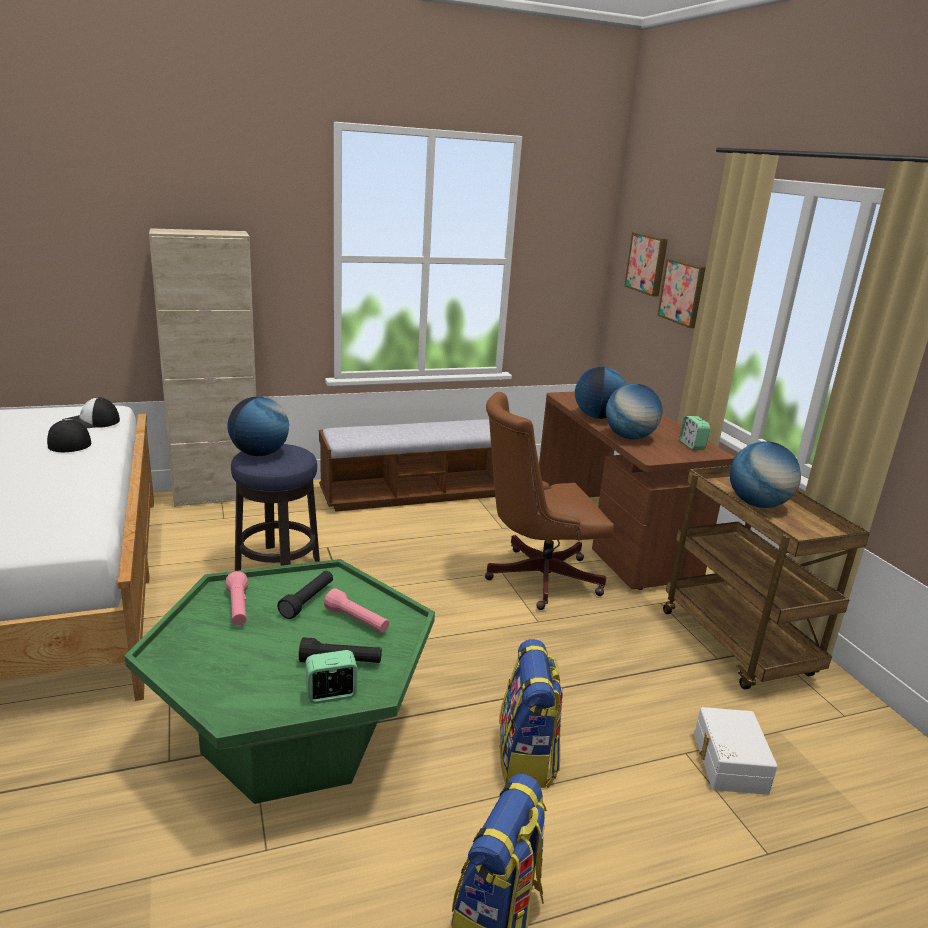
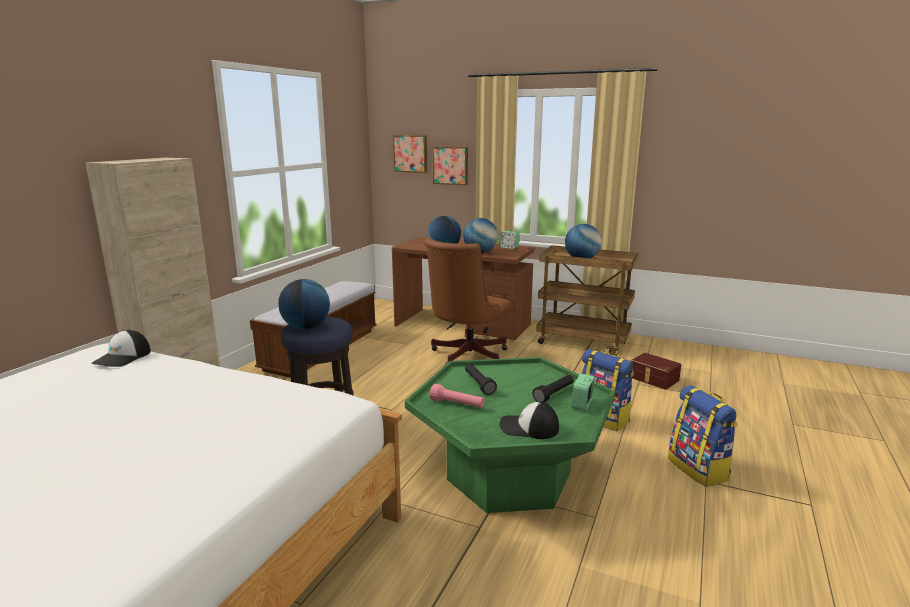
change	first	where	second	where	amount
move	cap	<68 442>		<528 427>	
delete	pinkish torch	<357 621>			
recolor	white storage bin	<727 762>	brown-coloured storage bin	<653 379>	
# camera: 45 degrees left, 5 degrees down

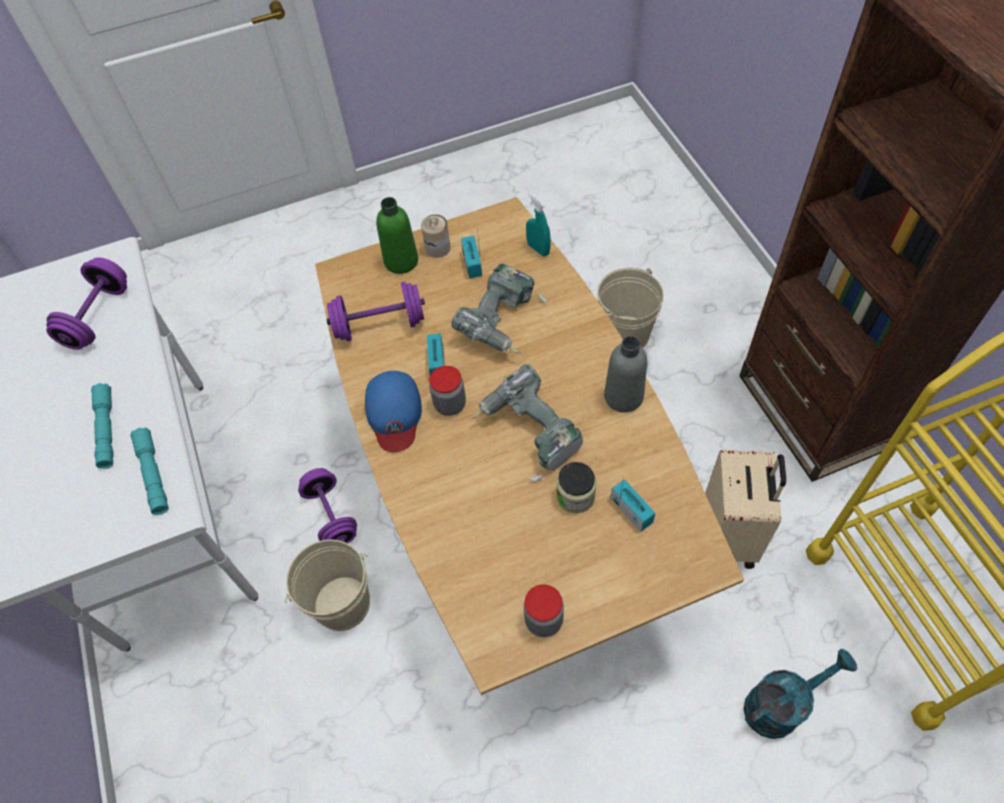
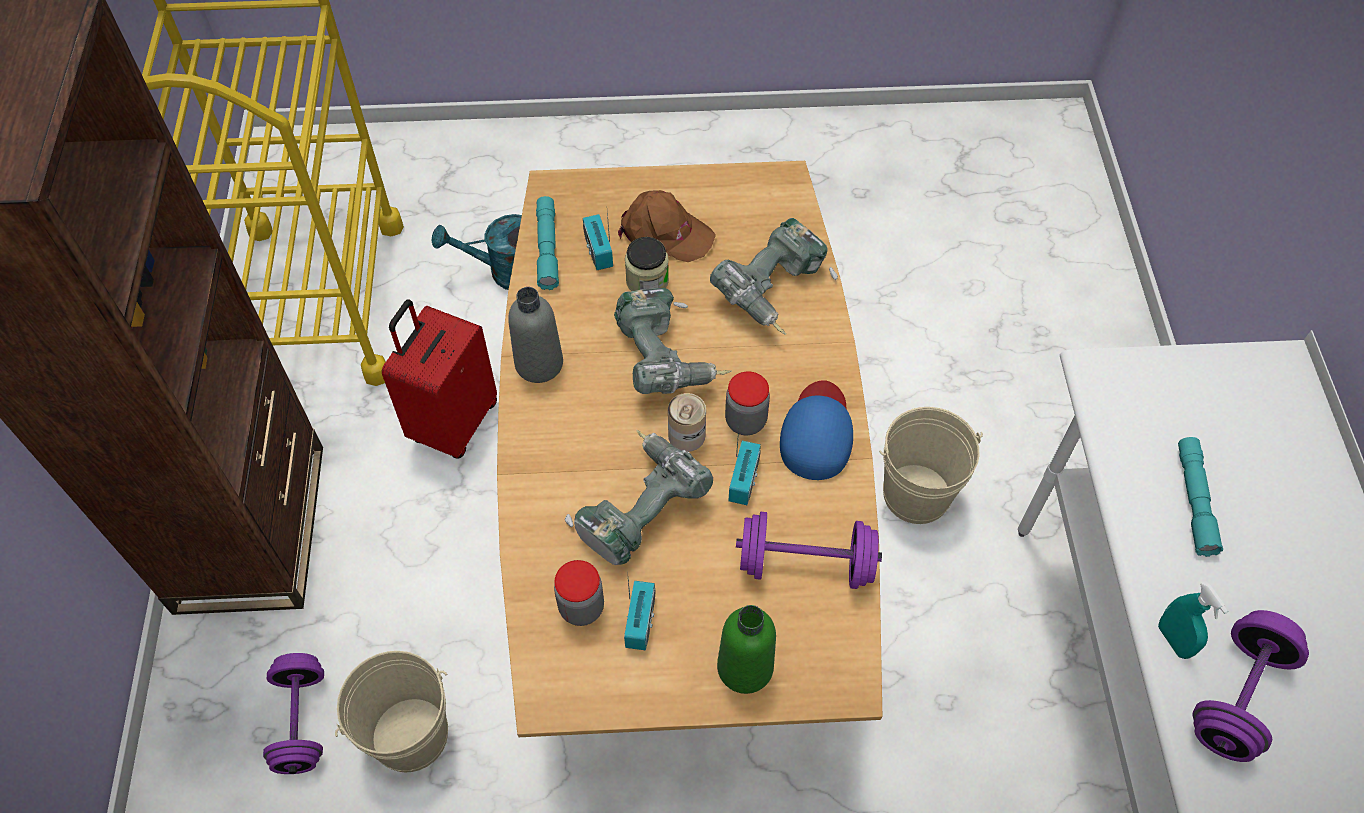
change	first	where	second	where	amount
move	turquoise sprayer	<538 249>		<1173 640>	
move	sealed can	<437 248>		<686 435>	
move	turquoise torch	<153 475>		<547 248>	
recolor	beige-coloured suitcase	<730 536>	reddish suitcase	<453 422>	
move	purple-coloured free weight	<331 515>		<301 721>	
move	preserve jar	<543 620>		<581 607>	
insert			brown-coloured cap	<665 233>	
insert			drill	<776 293>	
# camera: 165 degrees left, 0 degrees up

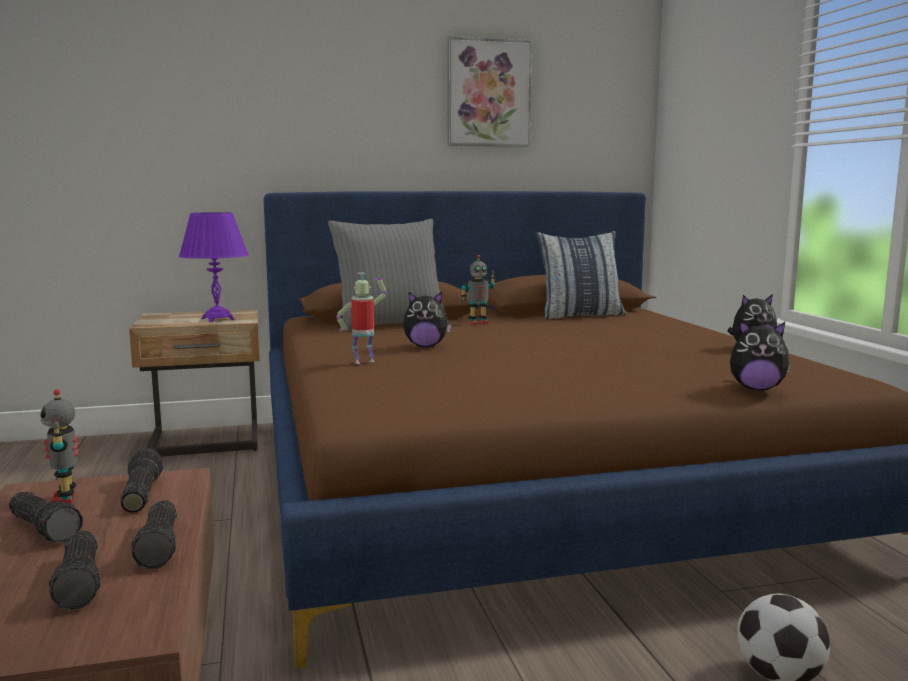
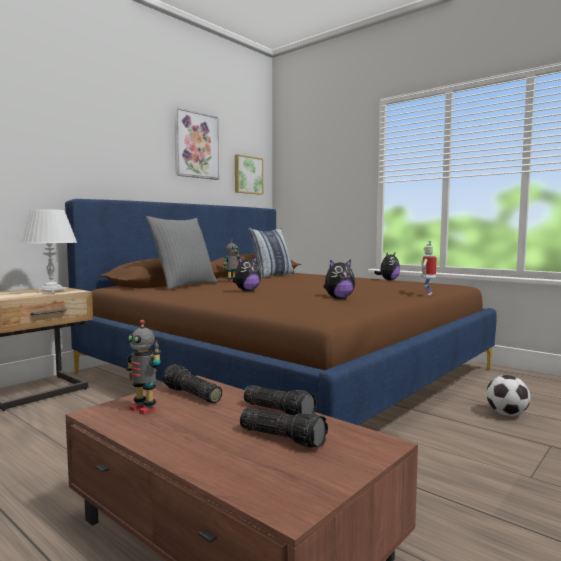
change	first	where	second	where	amount
recolor	purple-coloured lamp for a table	<218 319>	white lamp for a table	<51 292>	
move	toy robot	<364 361>		<427 294>	
move	soft toy	<756 389>		<338 298>	
delete	torch	<46 528>			
insert			wall art	<247 175>	
# camera: 35 degrees left, 5 degrees down

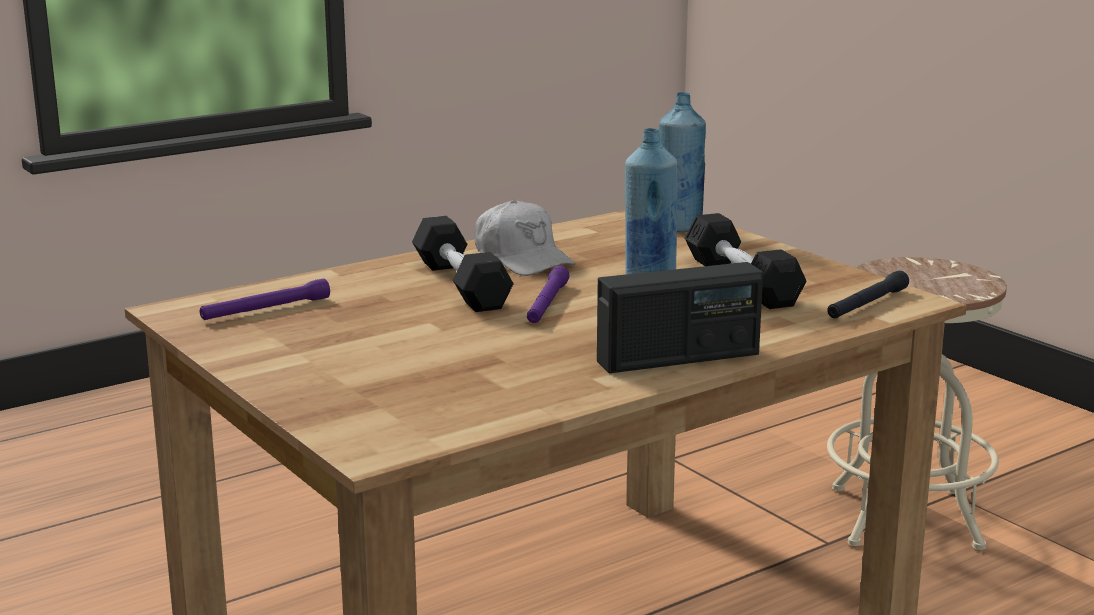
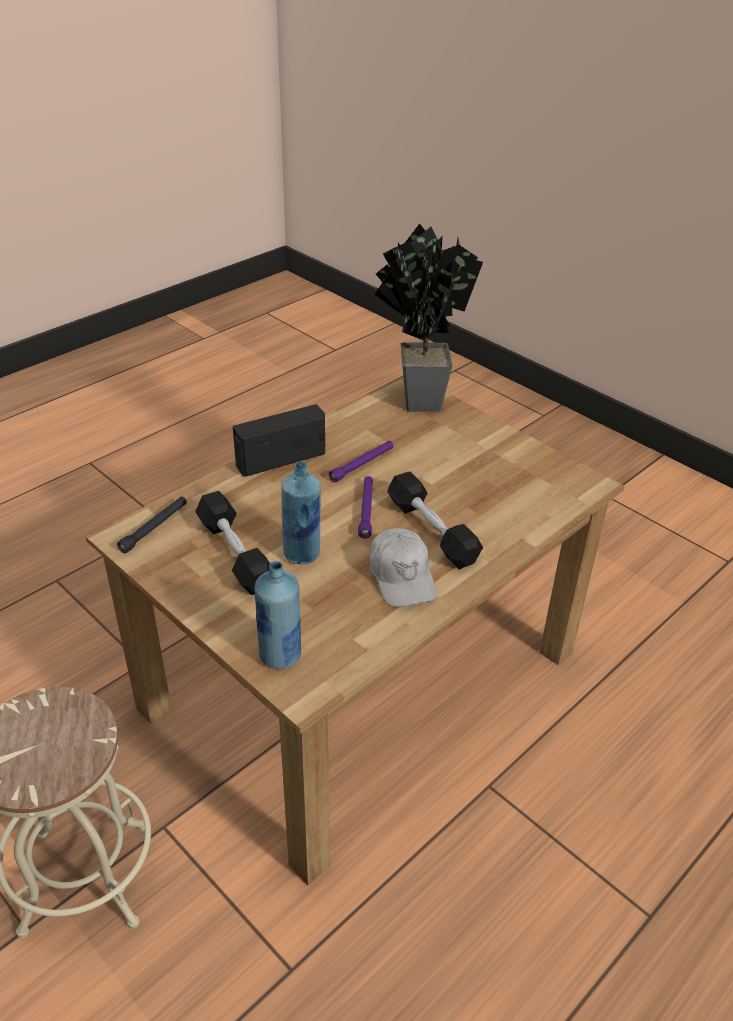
change	first	where	second	where	amount
rotate	white cap	<522 259>		<402 576>	150 degrees counterclockwise
move	purple-coloured torch	<265 310>		<362 465>	
insert			potted plant	<415 400>	
# camera: 170 degrees right, 20 degrees up

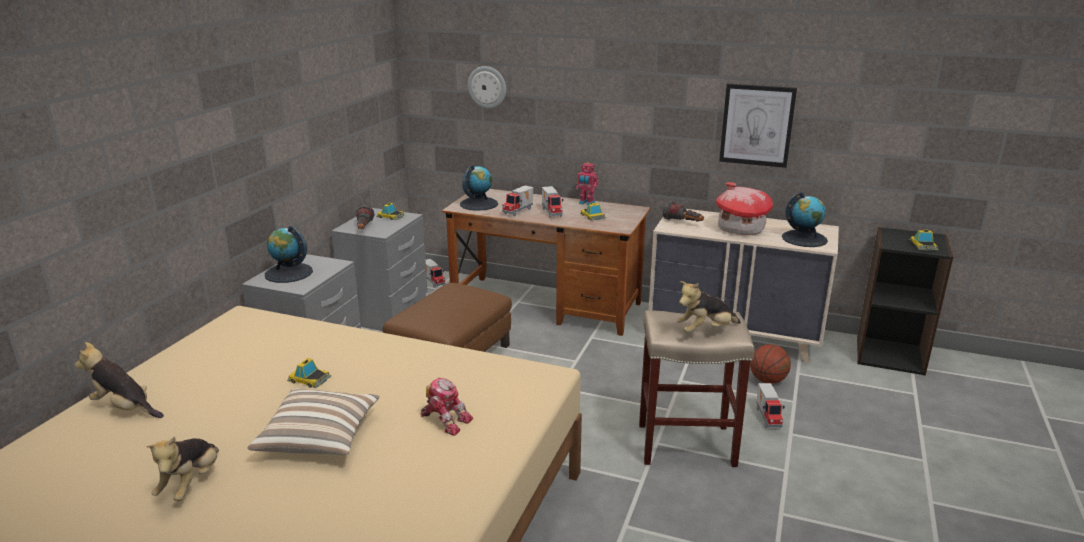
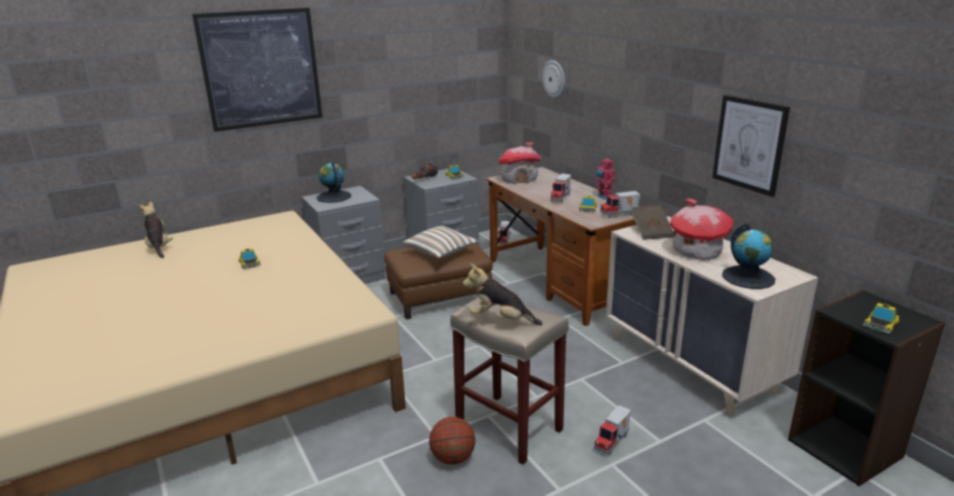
change	first	where	second	where	amount
replace	desk globe	<479 204>	model house	<519 179>	
move	toy lorry	<519 211>		<619 215>	
replace	torch	<683 223>	brown-coloured bound book	<651 232>	
move	basketball ball	<767 380>		<452 458>	
delete	toy robot	<445 420>			
move	throw pillow	<319 438>		<441 252>	
delete	soft toy	<191 484>			
insert			wall art	<261 69>	
# camera: 40 degrees right, 0 degrees up

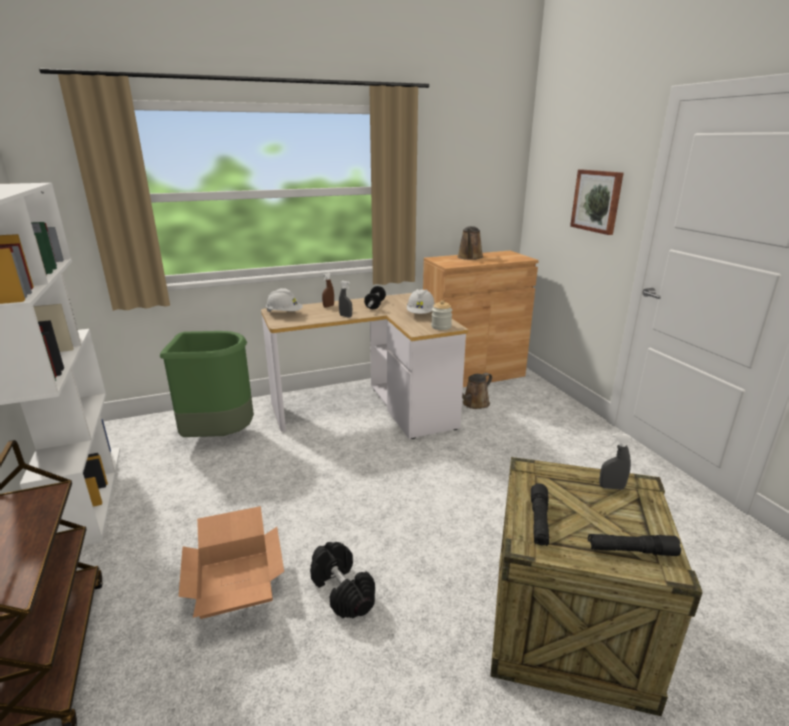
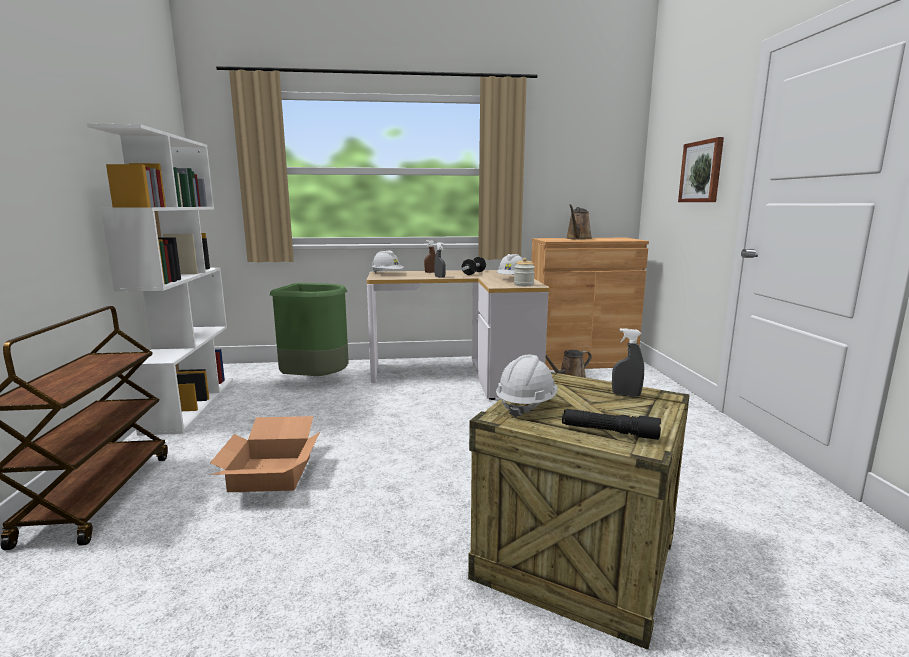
change	first	where	second	where	amount
replace	black torch	<539 521>	white safety helmet	<526 405>	
delete	black free weight	<342 591>			
# camera: 15 degrees right, 10 degrees down

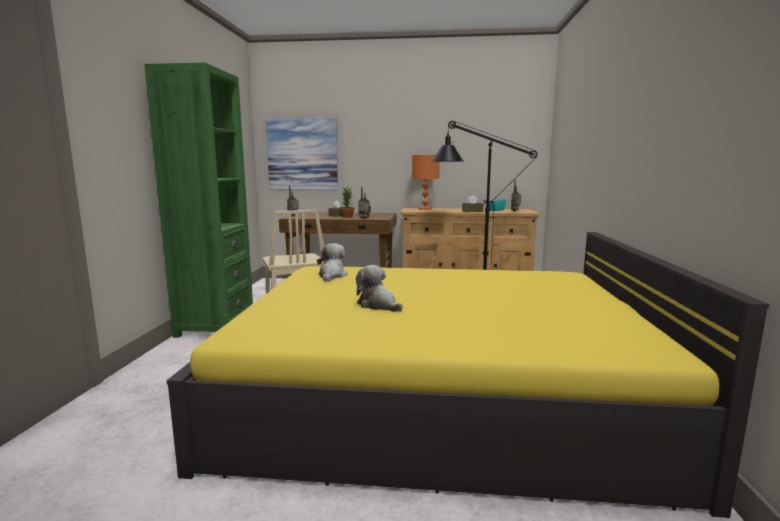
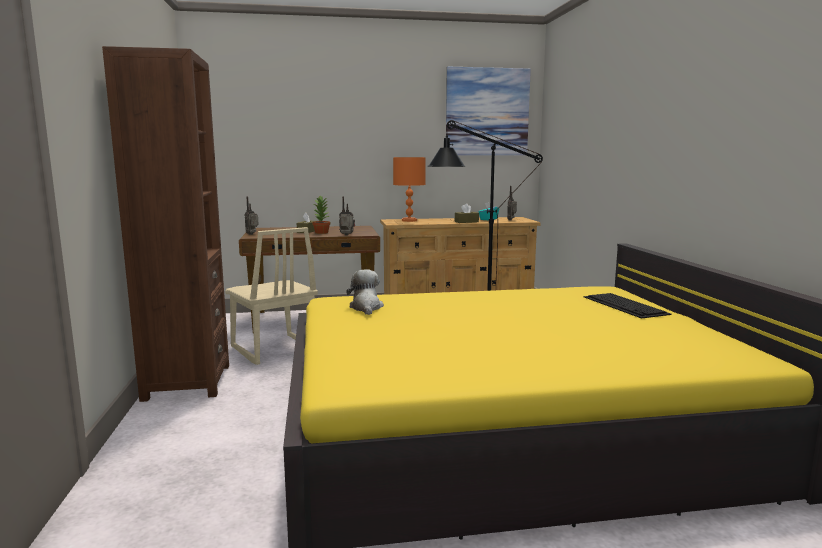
change	first	where	second	where	amount
recolor	green-coloured shelving unit	<215 326>	brown-coloured shelving unit	<187 382>	
move	wall art	<302 154>		<487 112>	
delete	soft toy	<378 305>			
insert			PC keyboard	<625 305>	
# camera: 15 degrees left, 0 degrees up

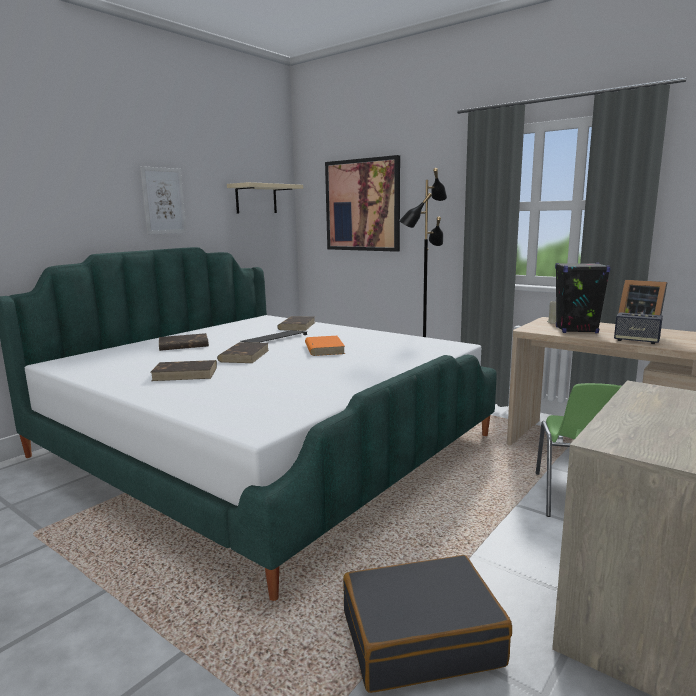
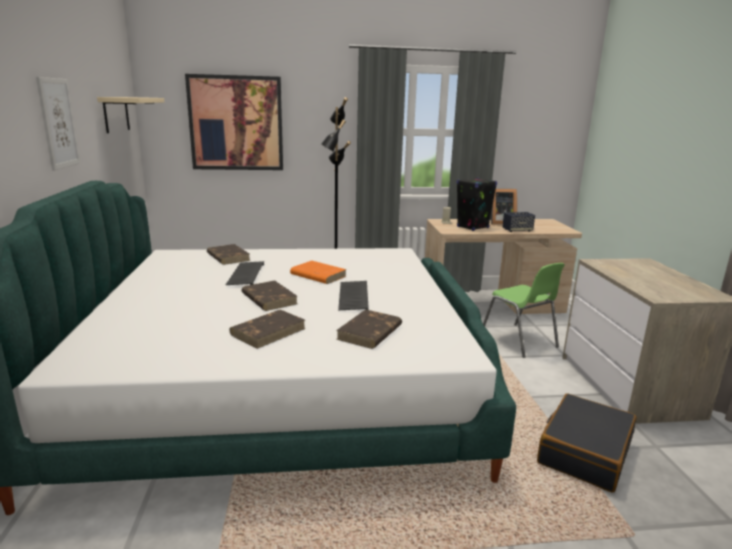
change	first	where	second	where	amount
move	brown-coloured bound book	<183 345>		<369 332>	
insert			PC keyboard	<352 297>	
# camera: 45 degrees left, 5 degrees up

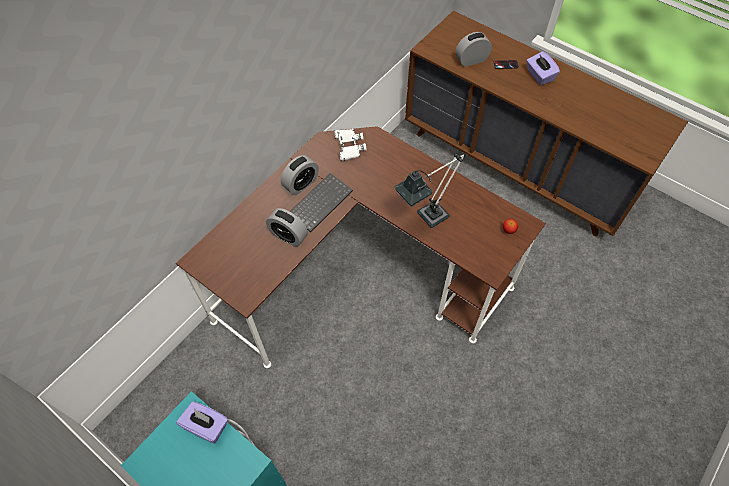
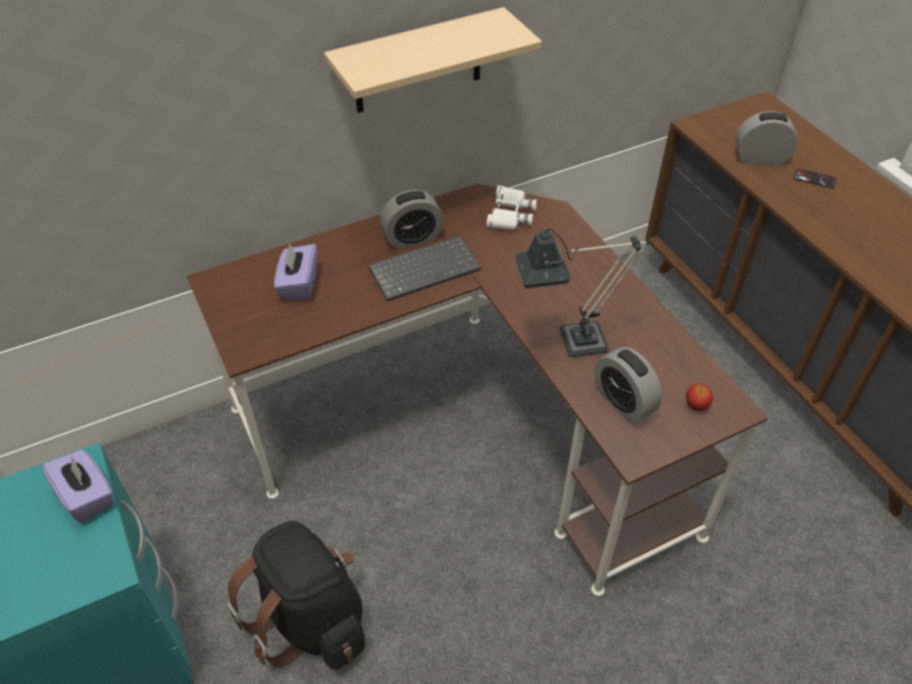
change	first	where	second	where	amount
move	purple-coloured box of tissues	<539 76>		<298 284>	
move	table clock	<288 236>		<623 401>	
insert			beige-coloured wall shelf	<418 62>	
insert			black rucksack	<311 618>	
# camera: 25 degrees right, 10 degrees down

